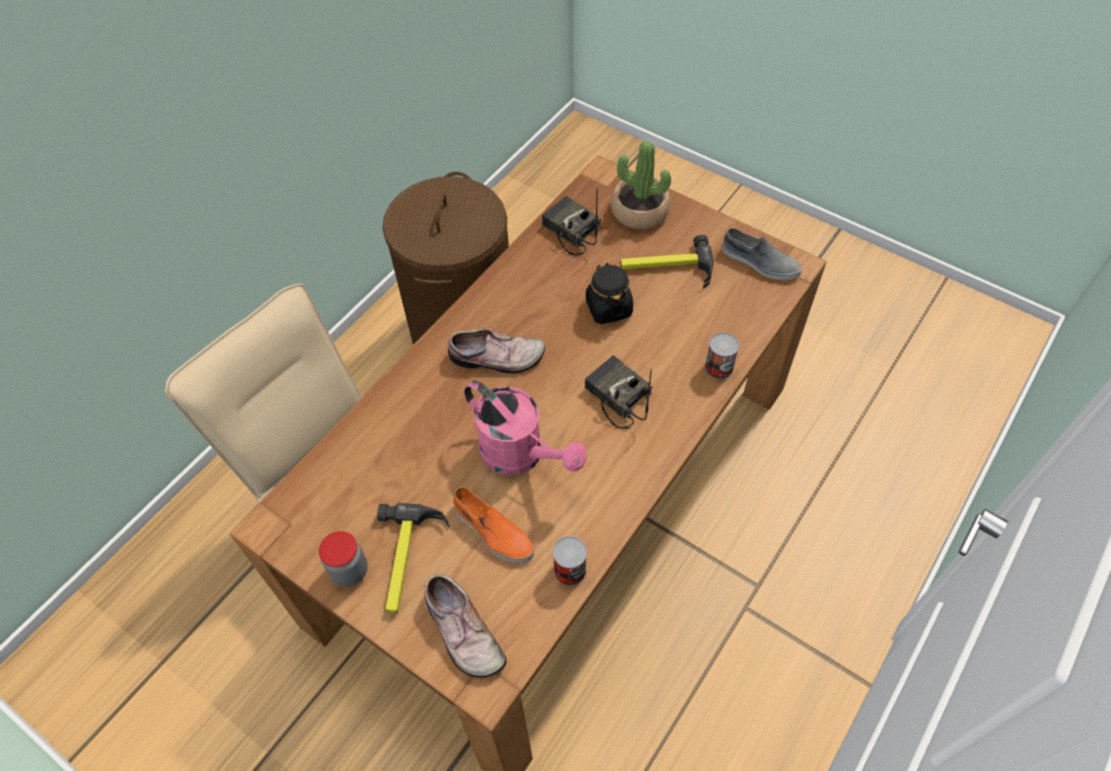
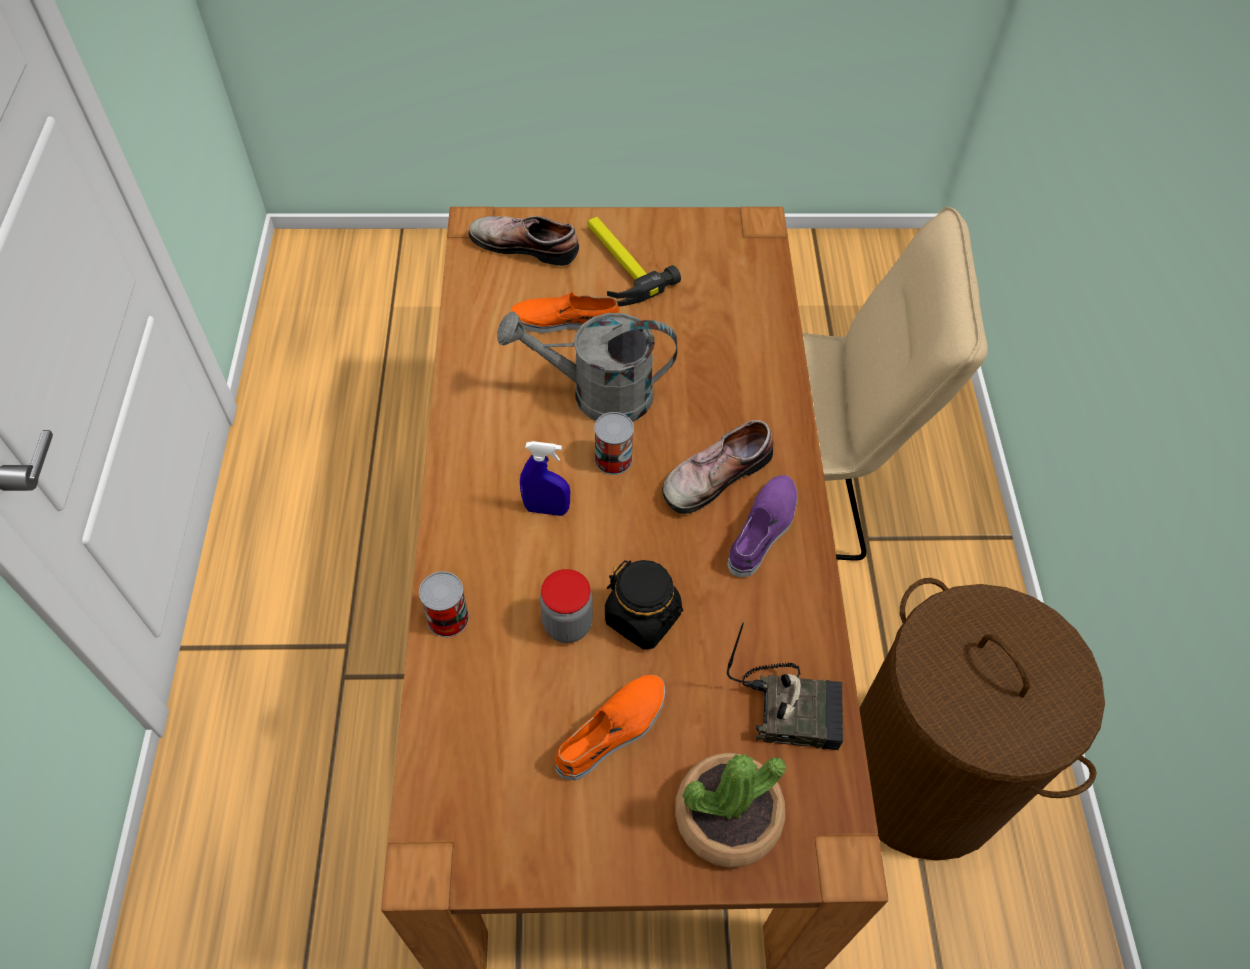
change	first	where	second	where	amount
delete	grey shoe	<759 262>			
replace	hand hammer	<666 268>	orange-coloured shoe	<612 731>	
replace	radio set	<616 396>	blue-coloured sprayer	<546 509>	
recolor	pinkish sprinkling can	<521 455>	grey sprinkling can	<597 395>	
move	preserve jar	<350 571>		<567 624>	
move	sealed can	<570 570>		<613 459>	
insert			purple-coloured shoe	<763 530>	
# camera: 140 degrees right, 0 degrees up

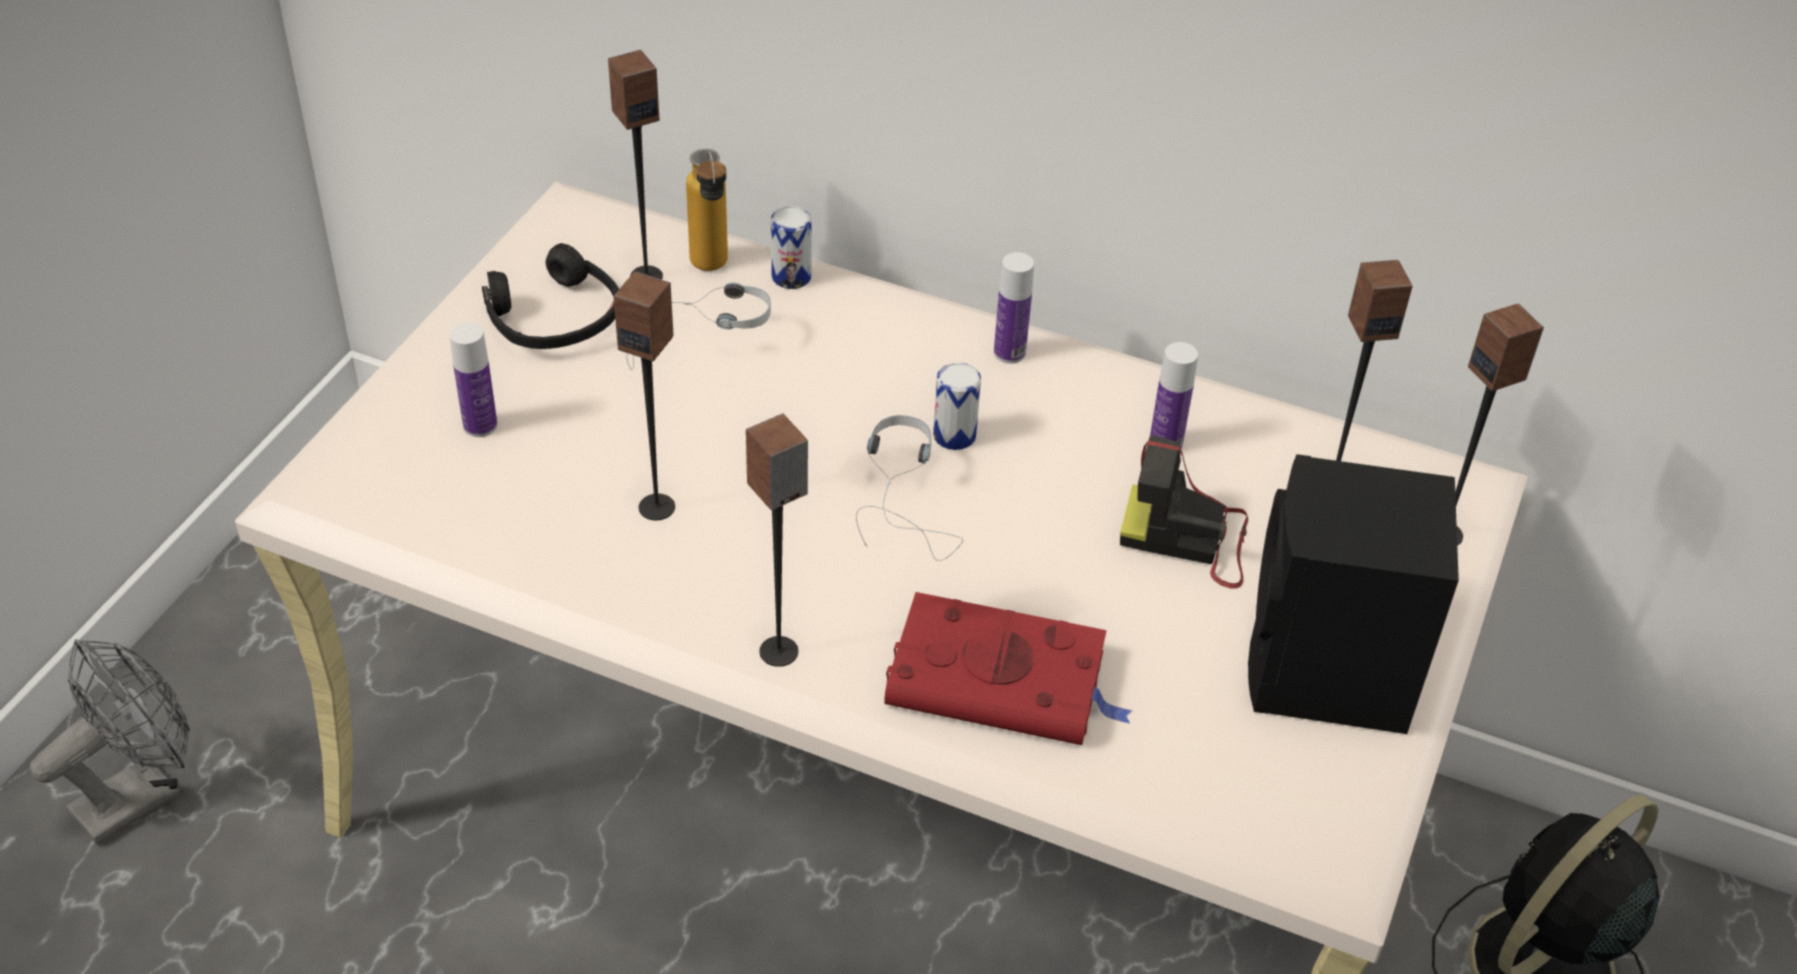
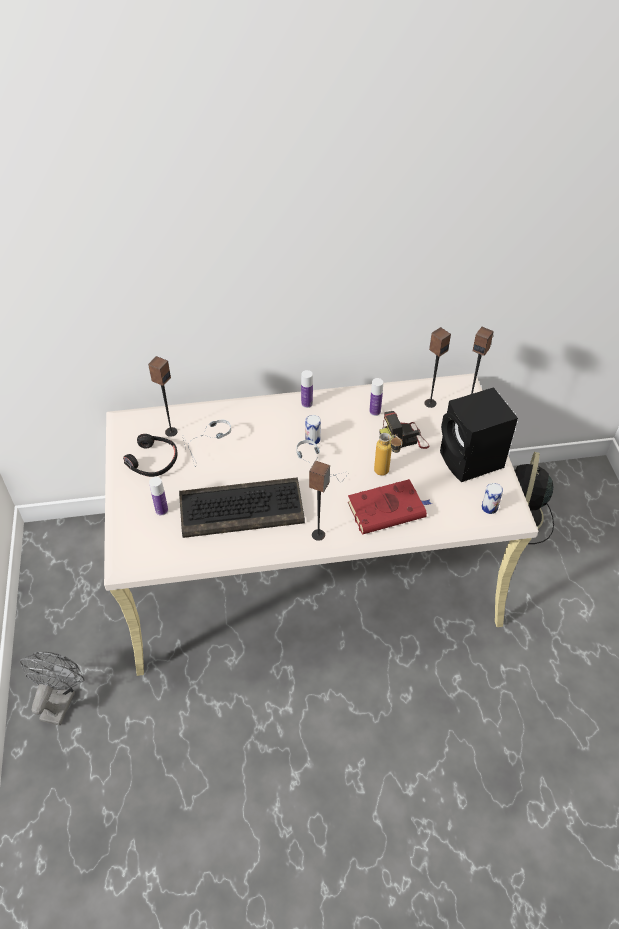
change	first	where	second	where	amount
move	drink bottle	<711 270>		<386 474>	
move	sealed can	<791 277>		<489 507>	
replace	speaker	<657 507>	PC keyboard	<242 508>	
# camera: 30 degrees left, 5 degrees up

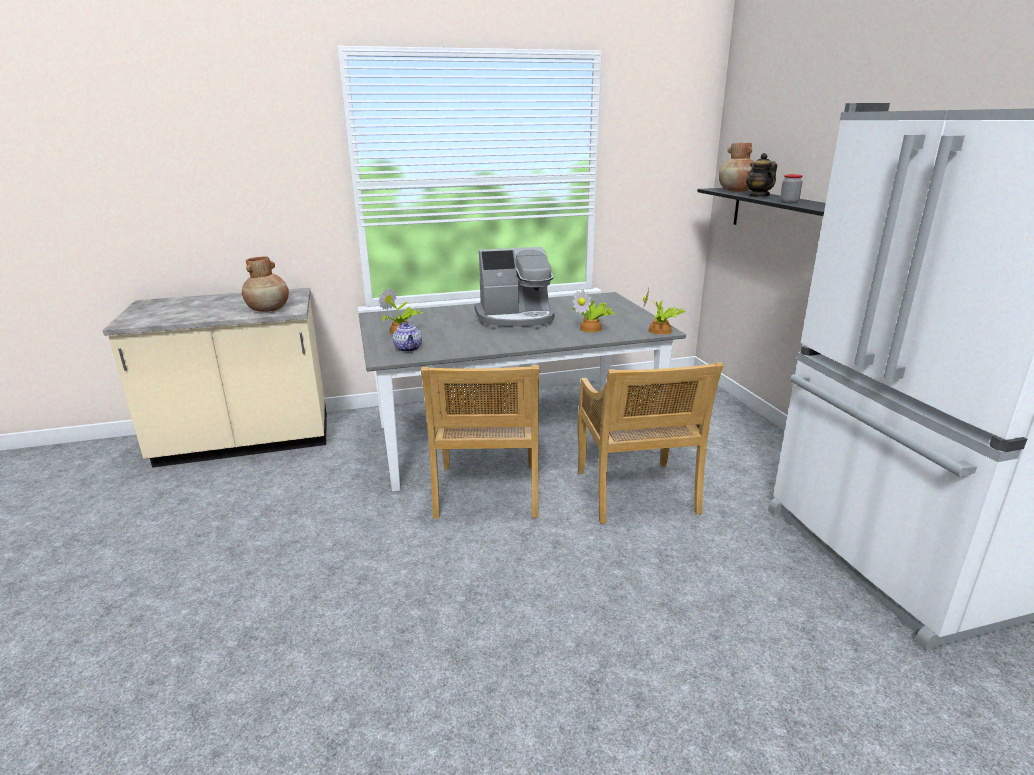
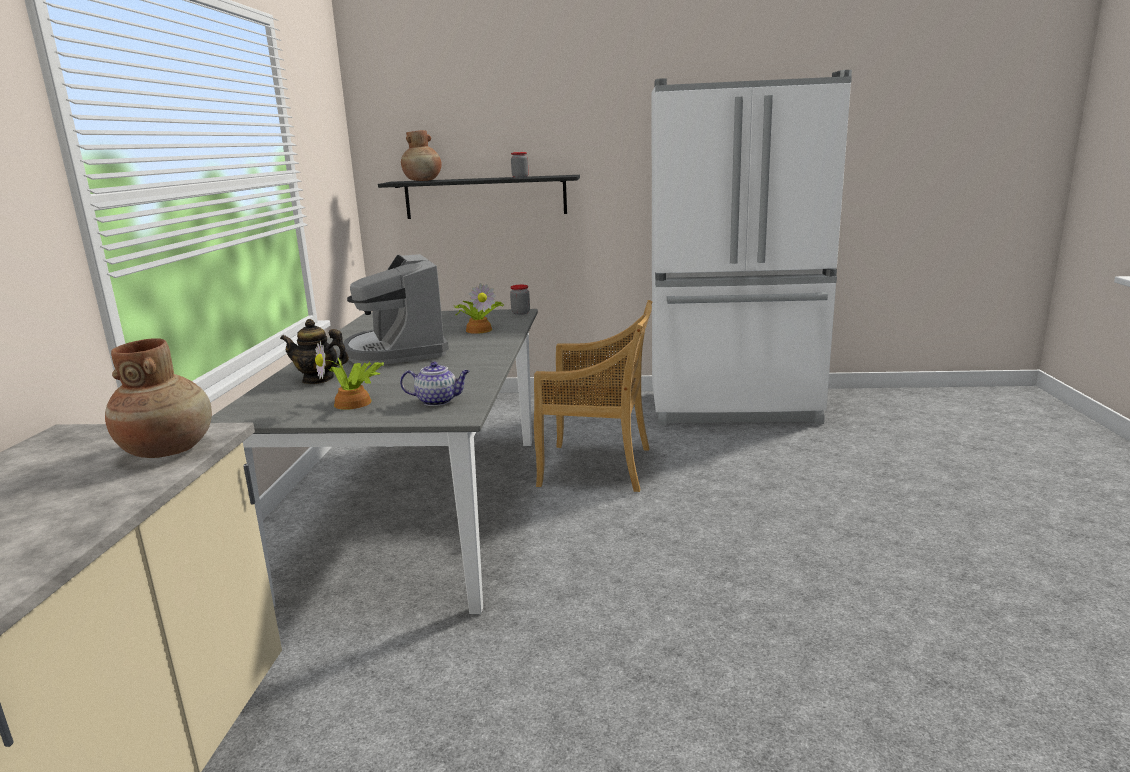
change	first	where	second	where	amount
move	pot for tea	<758 196>		<318 379>	
rotate	coffee maker	<516 319>		<397 351>	150 degrees clockwise
replace	potted plant	<661 331>	preserve jar	<520 313>	
delete	beige-coloured upright chair	<487 492>			
# camera: 70 degrees left, 5 degrees down

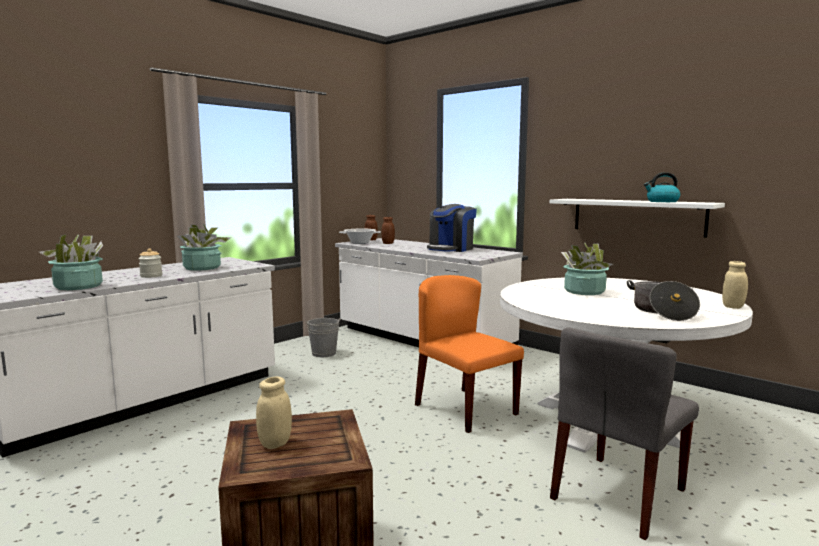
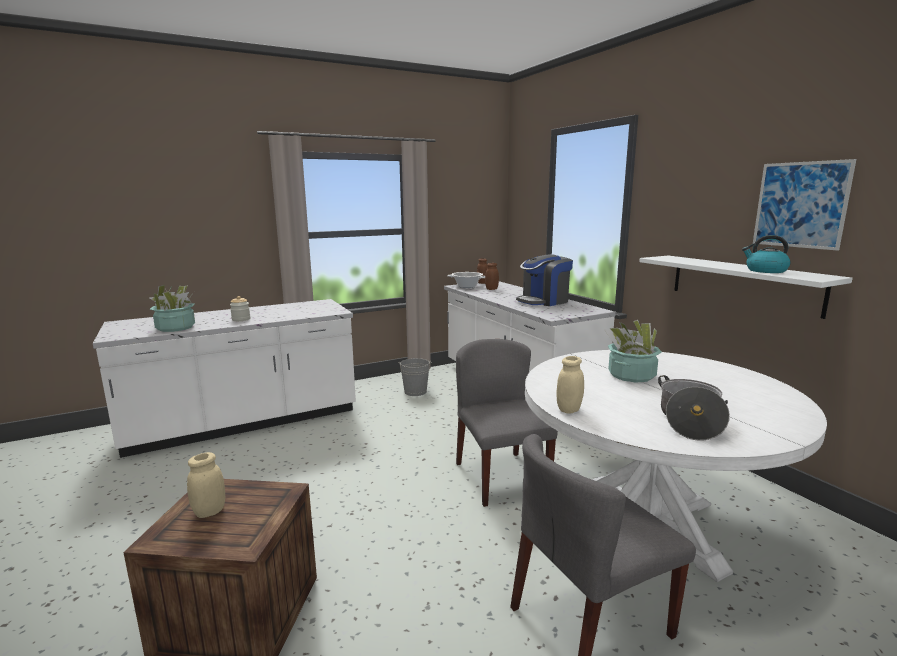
change	first	where	second	where	amount
delete	potted plant	<202 268>			
move	beige-coloured preserve jar	<733 307>		<569 409>	
recolor	orange-coloured upright chair	<464 409>	grey upright chair	<500 477>	
insert			wall art	<800 205>	
# camera: 20 degrees right, 5 degrees up

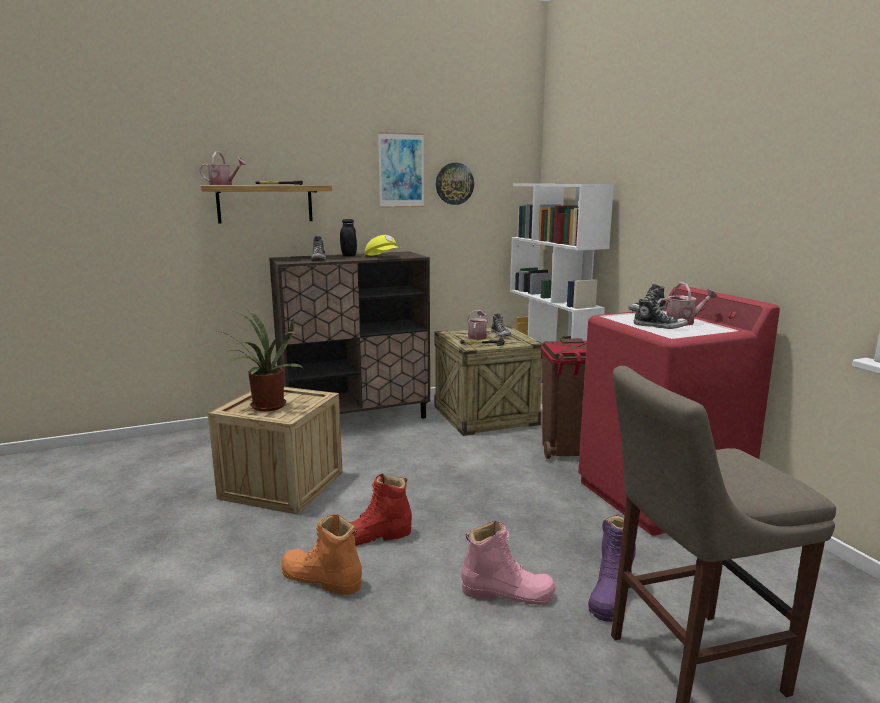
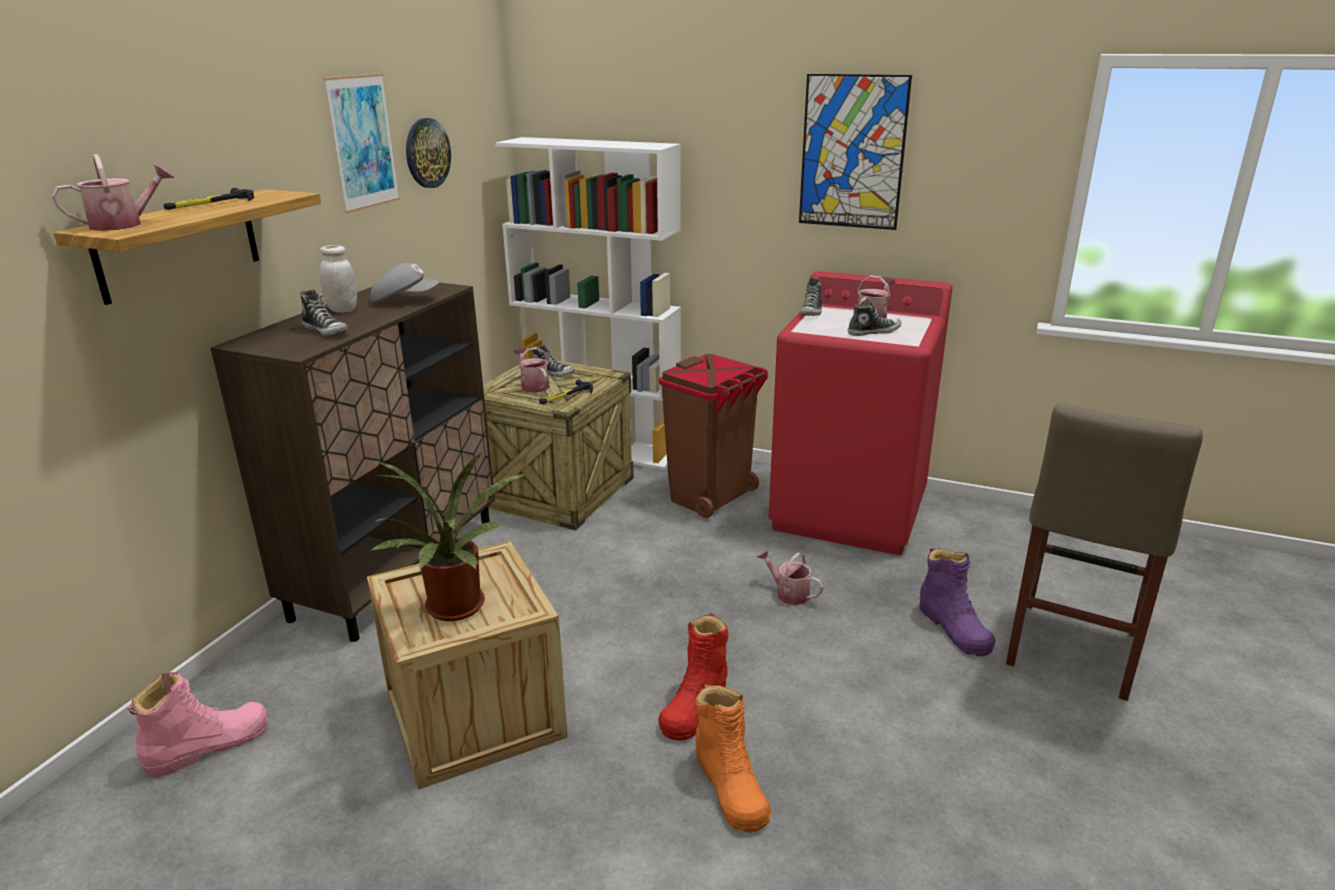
change	first	where	second	where	amount
recolor	black preserve jar	<349 255>	white preserve jar	<342 310>	
recolor	yellow cap	<383 256>	grey cap	<405 300>	
rotate	orange-coloured boot	<321 578>		<730 786>	90 degrees counterclockwise
move	pinkish boot	<507 592>		<209 746>	
insert			wall art	<852 152>	
insert			sprinkling can	<788 593>	
# camera: 45 degrees left, 10 degrees up

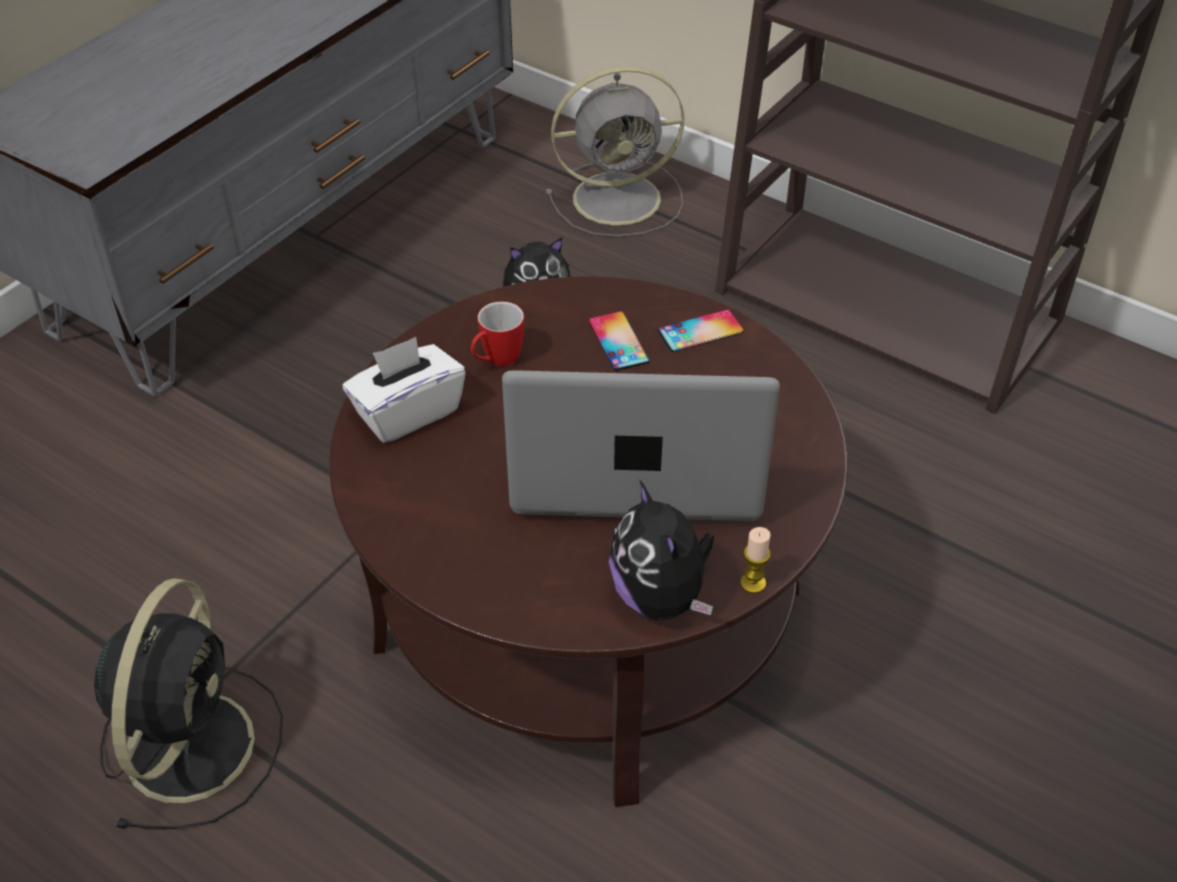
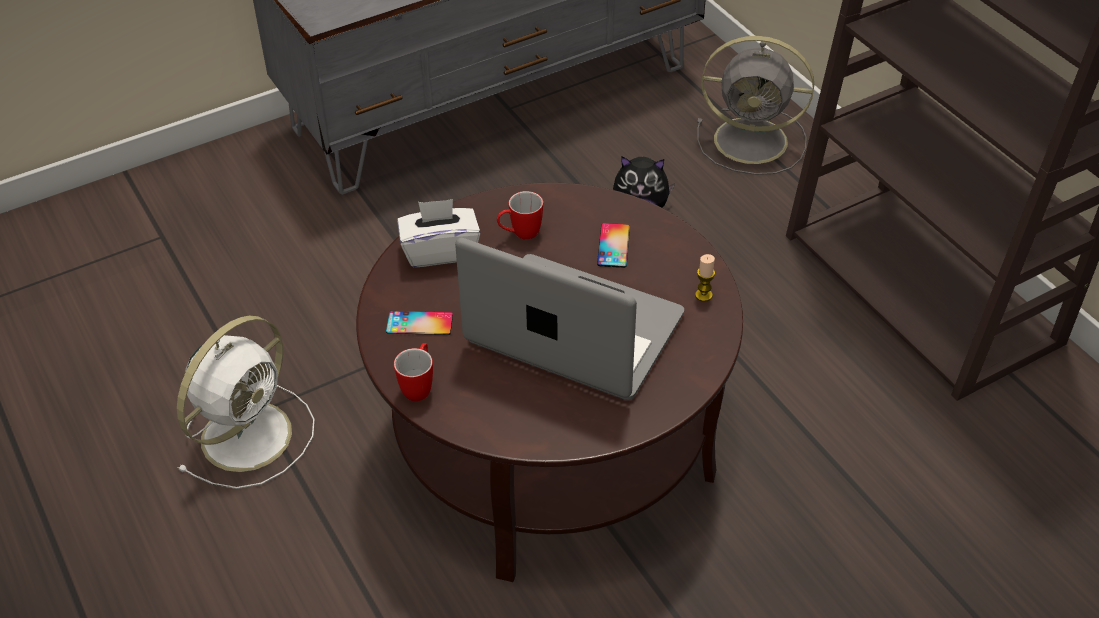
change	first	where	second	where	amount
move	telephone	<700 331>		<419 323>	
delete	soft toy	<661 597>			
move	candle	<753 583>		<703 295>	
recolor	black electric fan	<192 741>	white electric fan	<249 433>	
insert			tea mug	<419 386>	
# camera: 25 degrees right, 0 degrees up

